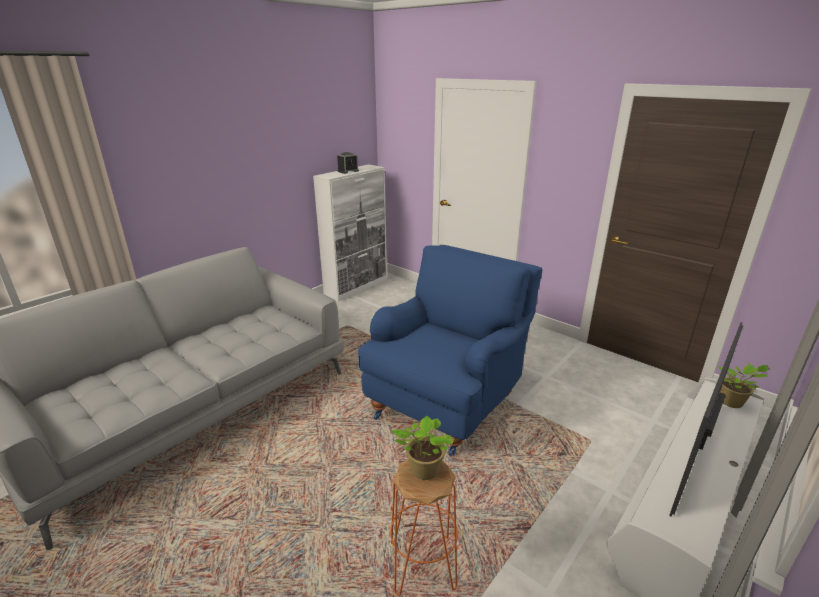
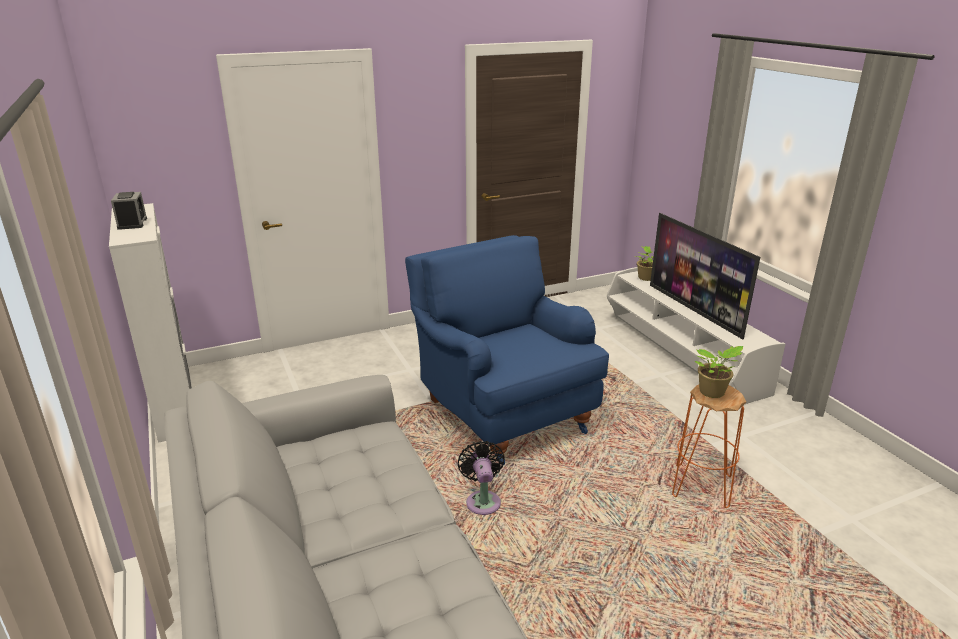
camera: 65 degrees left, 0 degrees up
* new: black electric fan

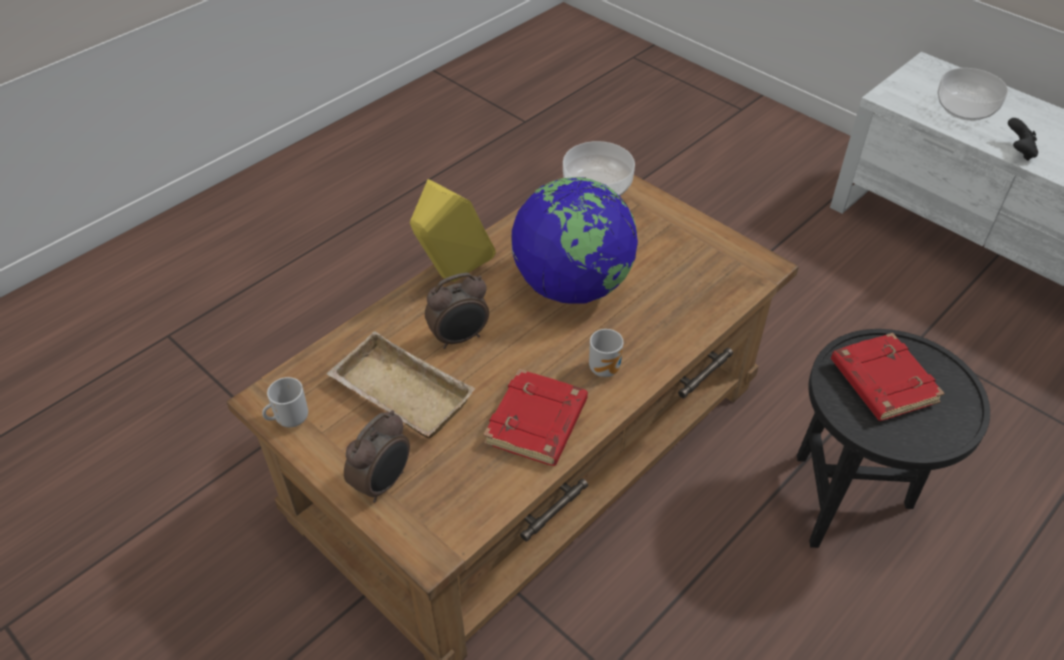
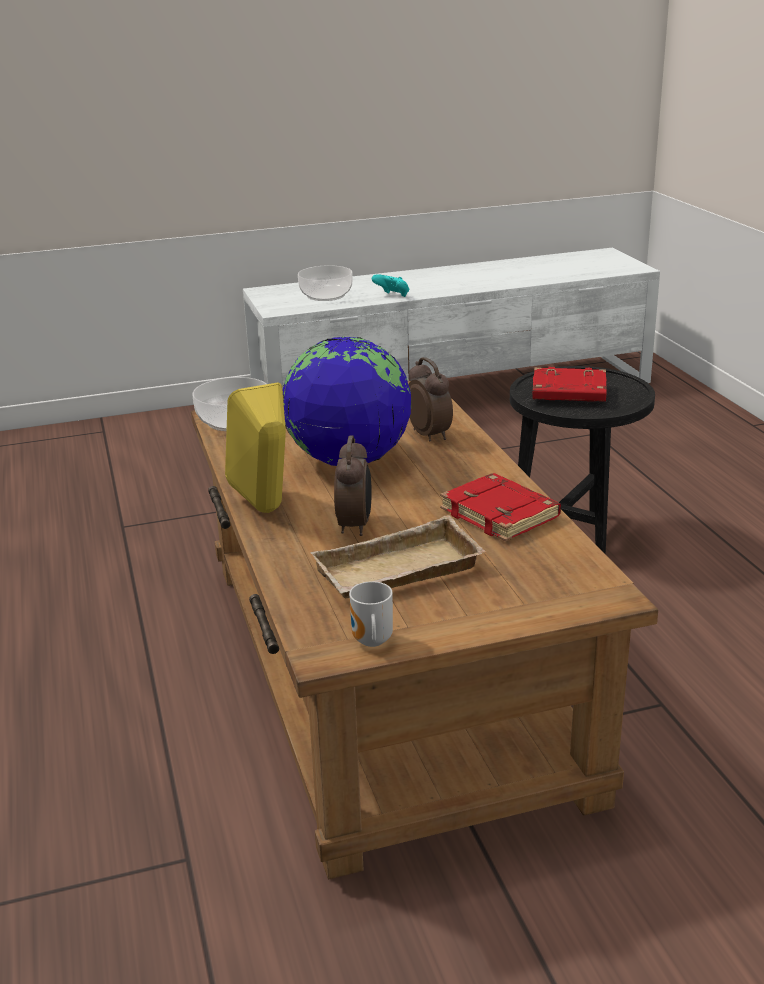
camera: 60 degrees left, 20 degrees down
* repainted: black game controller to blue-green game controller
* shifted: table clock (no. 1 from left in the first image) to table clock (no. 2 from left)
* gone: mug (no. 2 from left)

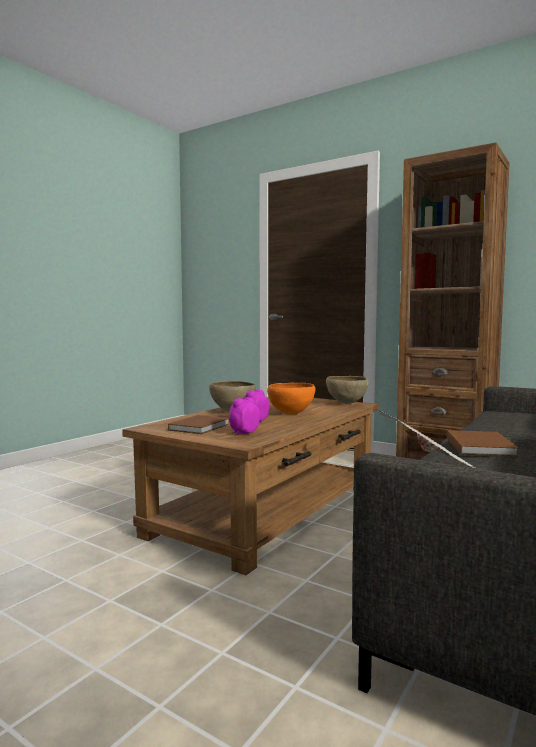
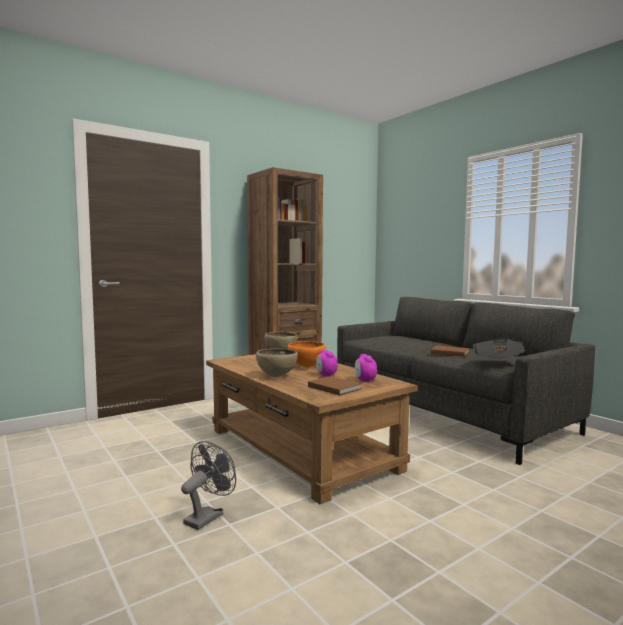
camera: 70 degrees left, 0 degrees up
* new: grey electric fan

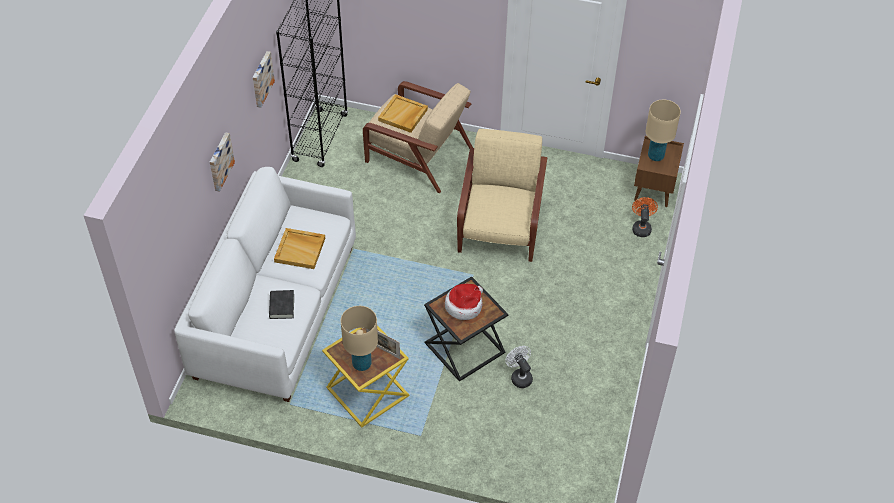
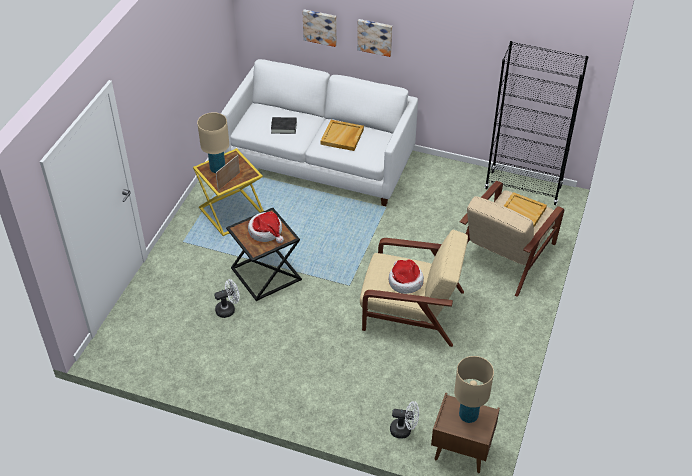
camera: 95 degrees right, 5 degrees down
* shifted: wall art (no. 2 from left in the first image) to wall art (no. 1 from left)
* new: wearable hat (no. 2 from left)
* repainted: orange-coloured electric fan to white electric fan (no. 2 from left)

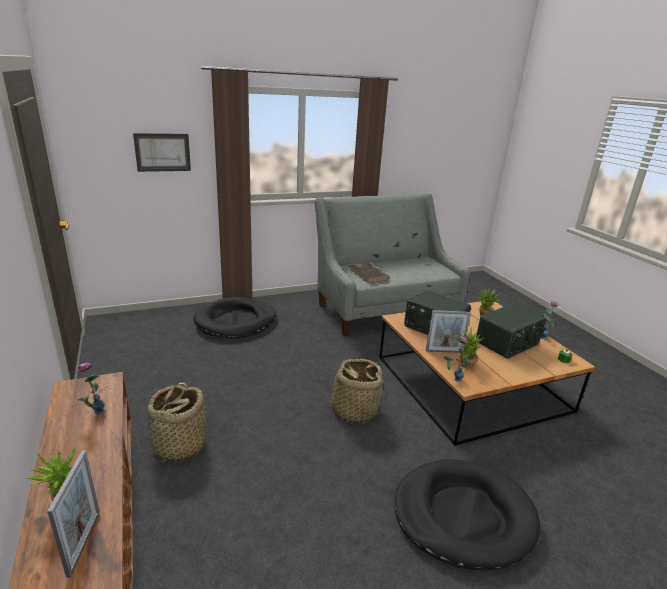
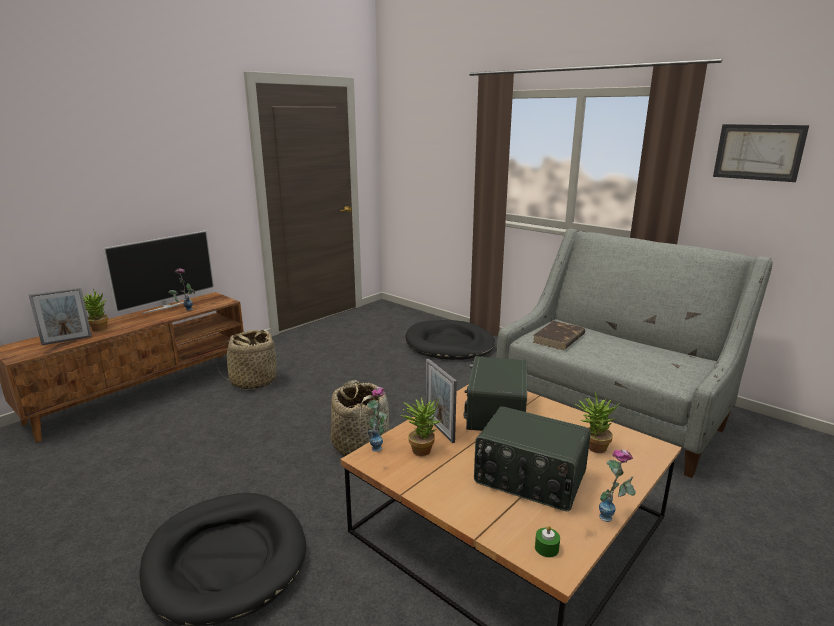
camera: 65 degrees right, 5 degrees down
* new: television
* shifted: wall art

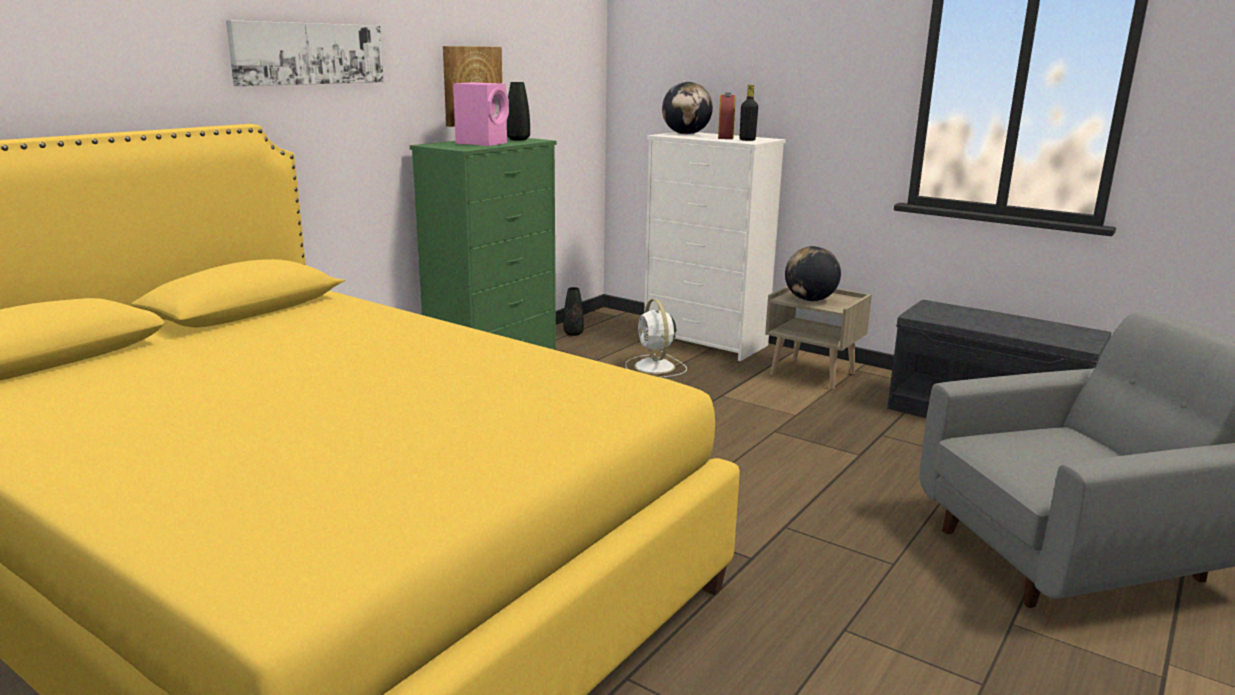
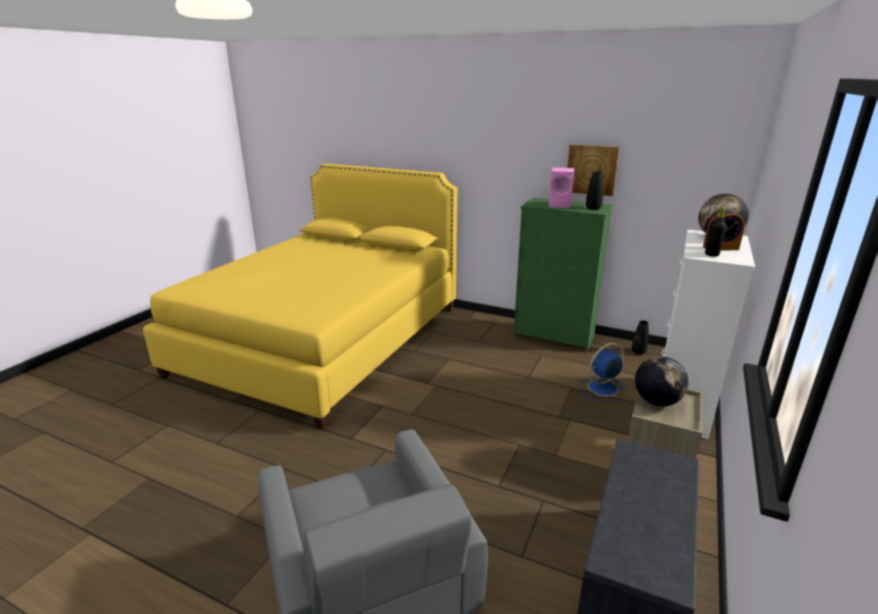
camera: 80 degrees right, 5 degrees up
* repainted: white electric fan to bluish electric fan
* gone: wall art (no. 1 from left)

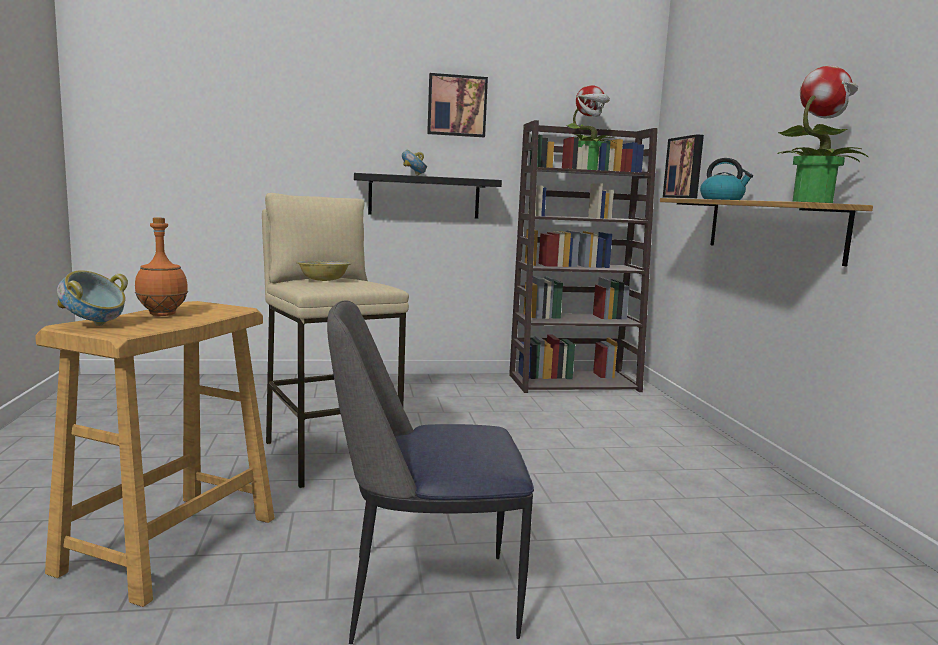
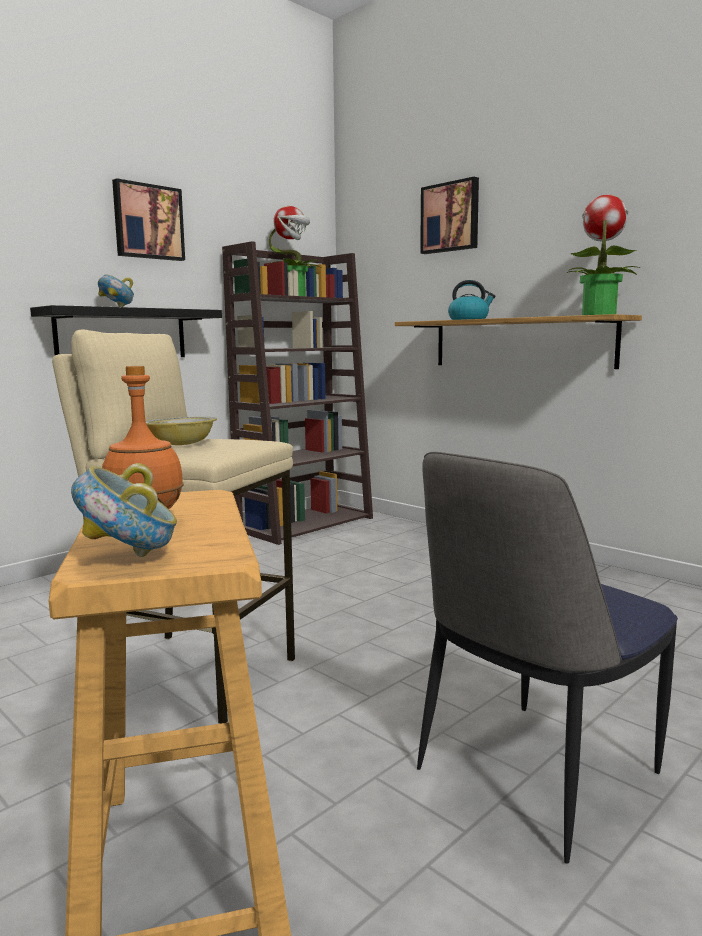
camera: 35 degrees left, 0 degrees up
* shifted: wall art (no. 2 from left)

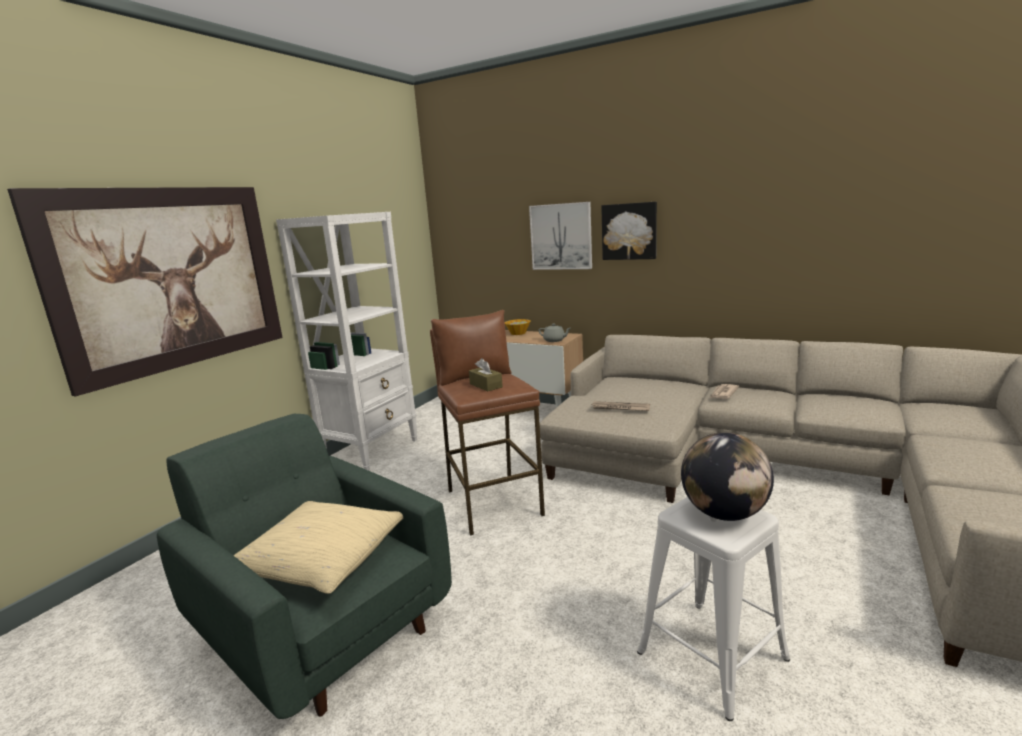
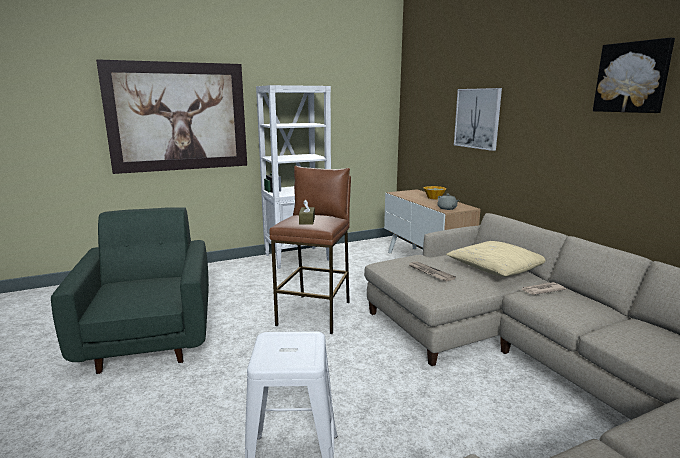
camera: 35 degrees right, 0 degrees up
* shifted: beige-coloured pillow
* shifted: wall art (no. 3 from left)
* gone: globe

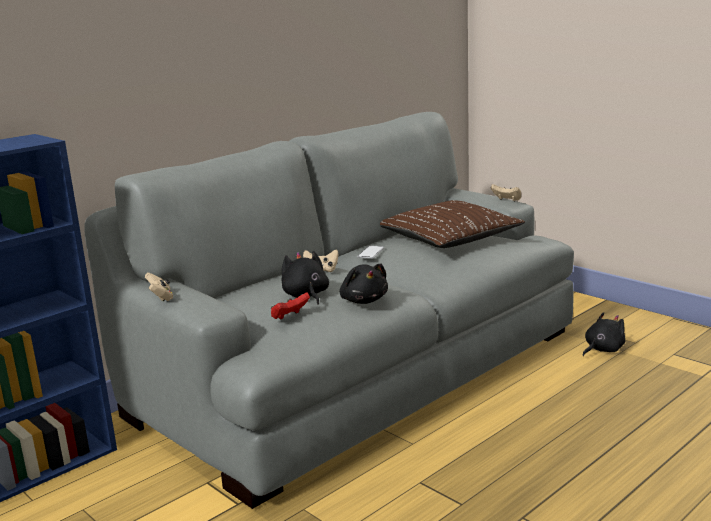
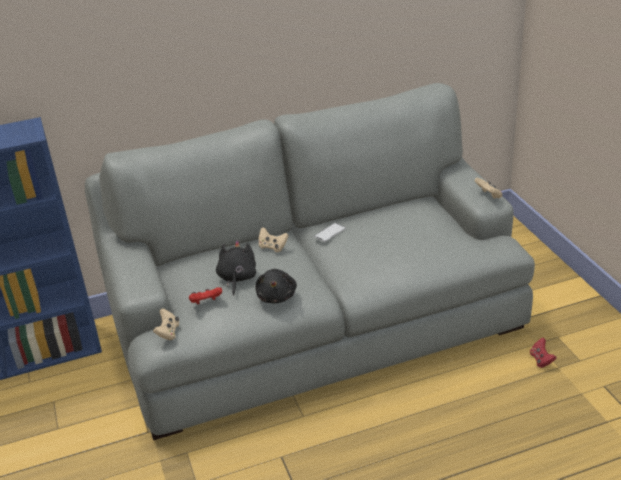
camera: 25 degrees right, 15 degrees up
* shifted: beige-coloured game controller (no. 1 from left)
* swapped: black soft toy (no. 3 from left) to reddish game controller (no. 2 from left)
* gone: brown-coloured pillow

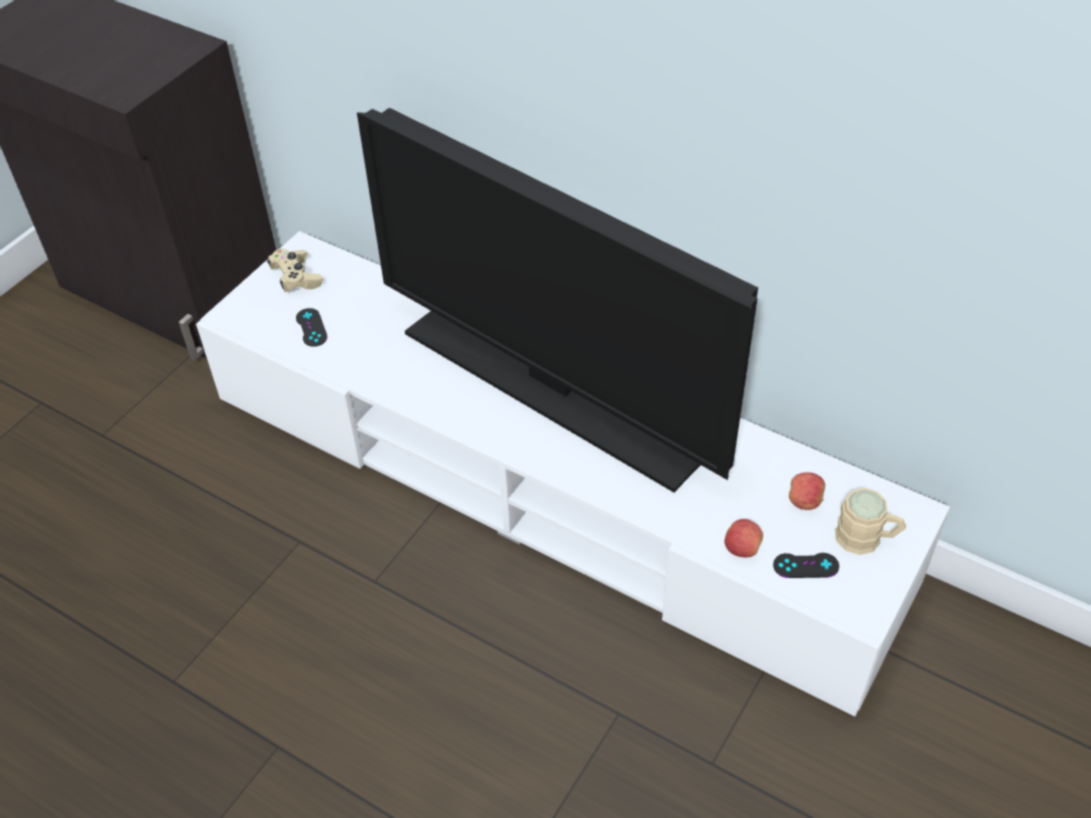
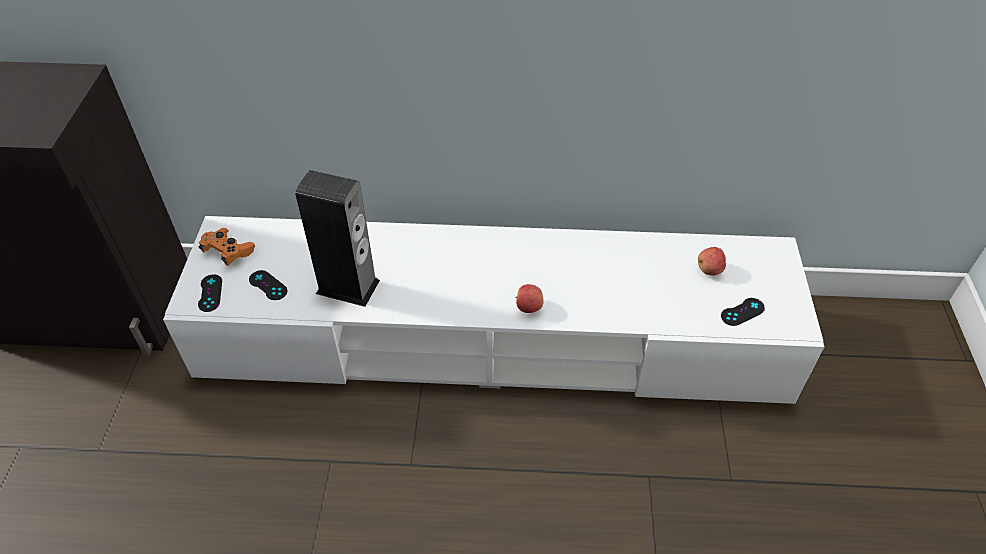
camera: 30 degrees left, 0 degrees up
* repainted: beige-coloured game controller to orange-coloured game controller
* new: black game controller (no. 1 from left)
* new: loudspeaker
* shifted: apple fruit (no. 1 from left)
* gone: television
* gone: beige-coloured mug

